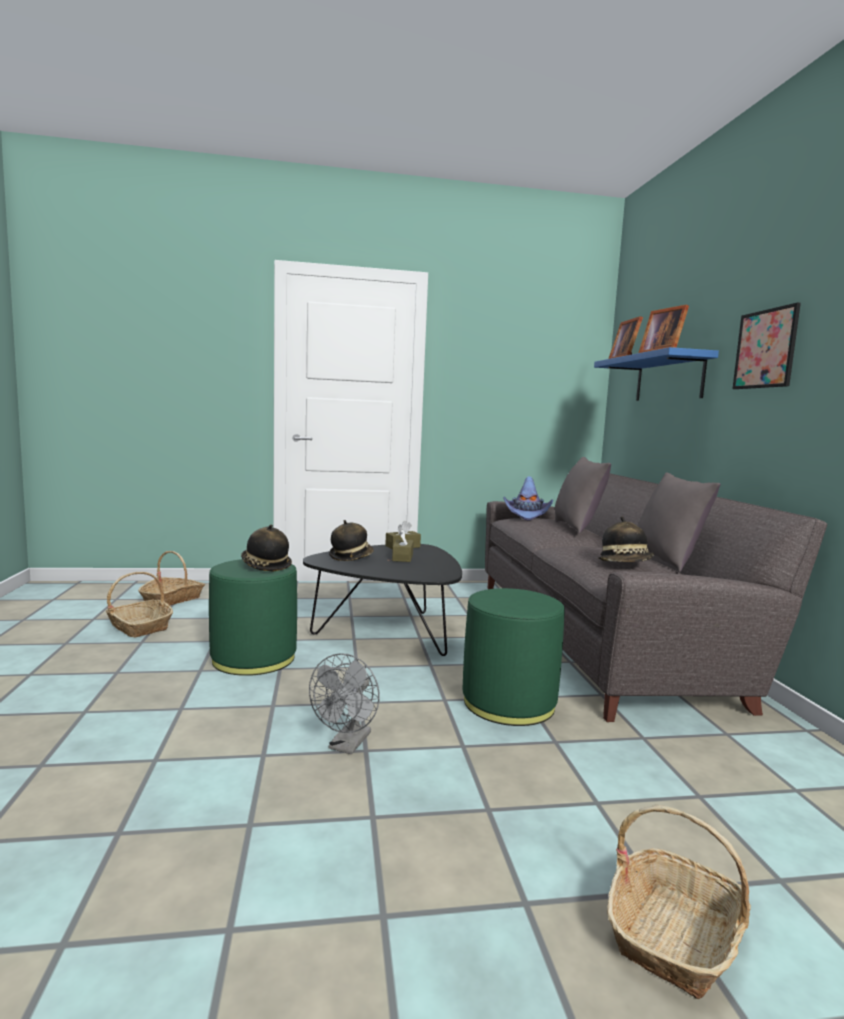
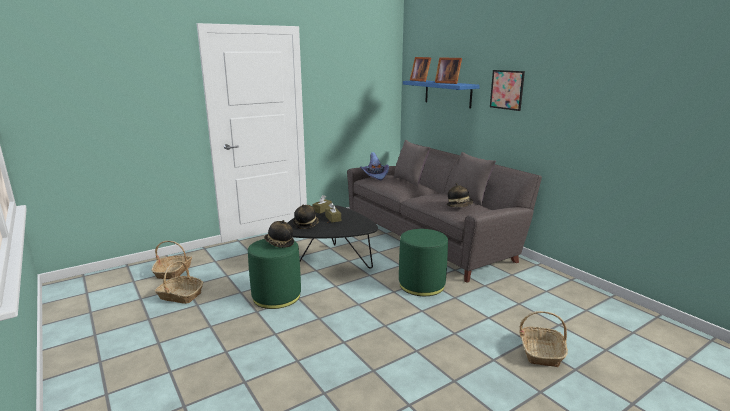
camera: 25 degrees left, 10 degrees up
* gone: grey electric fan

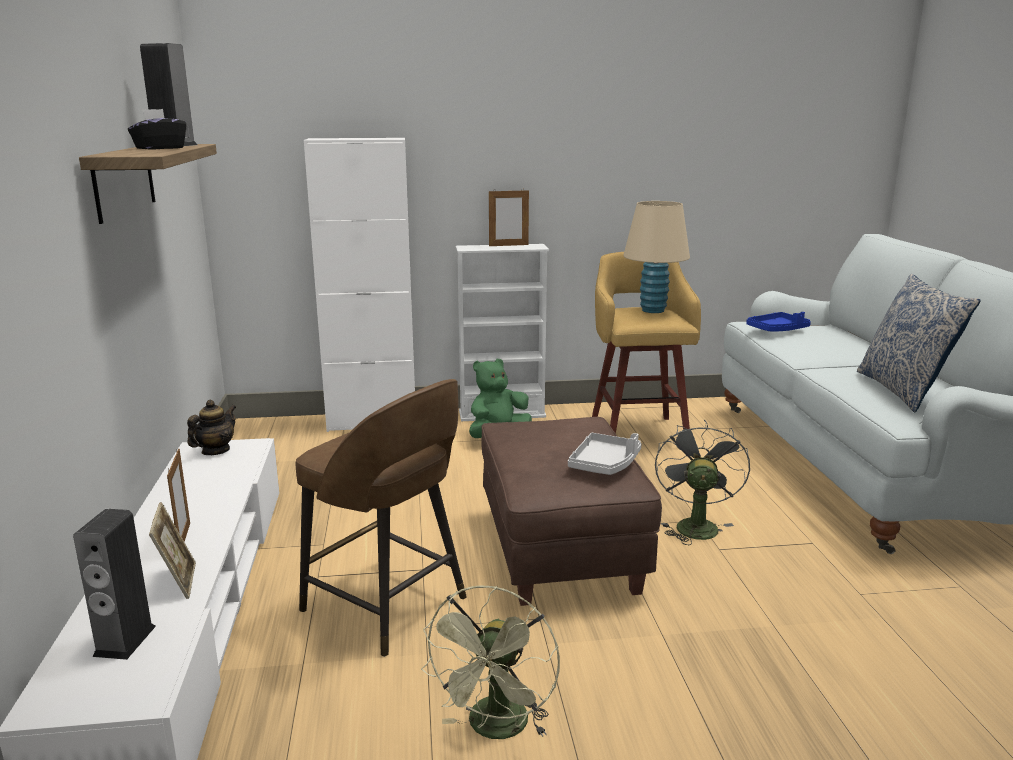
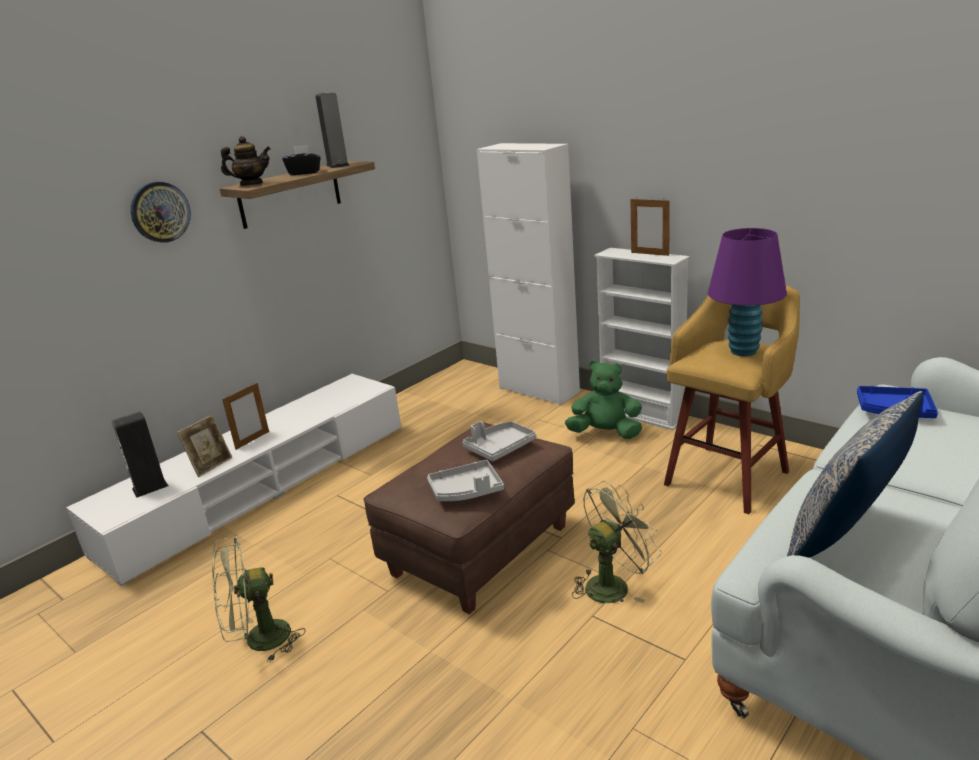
camera: 50 degrees right, 5 degrees up
* new: clock on the wall
* shifted: teapot
* new: grey serving tray (no. 2 from left)
* repainted: grey electric fan to green electric fan (no. 2 from left)
* repainted: beige-coloured tabletop lamp to purple-coloured tabletop lamp
* gone: brown-coloured stool

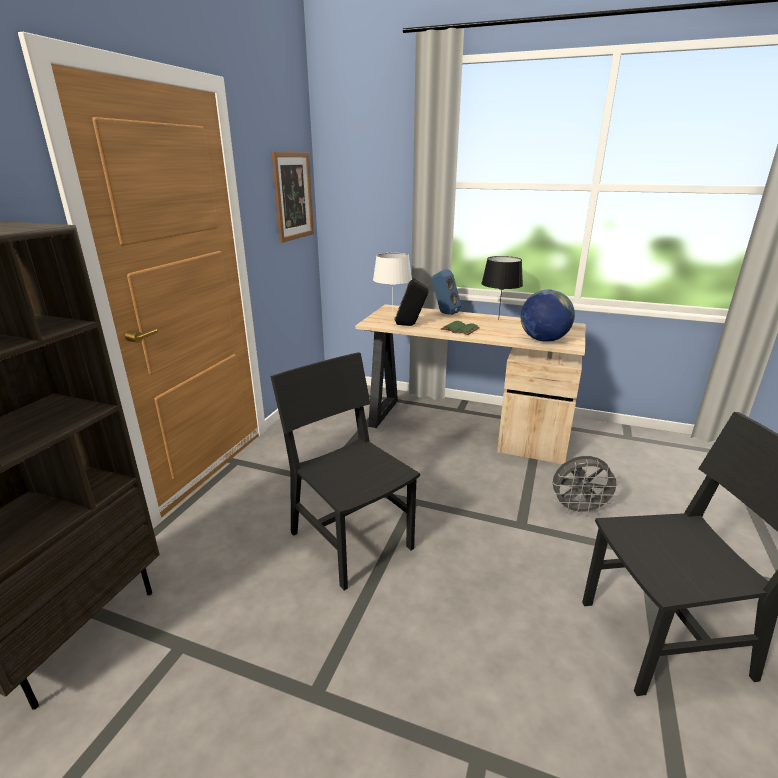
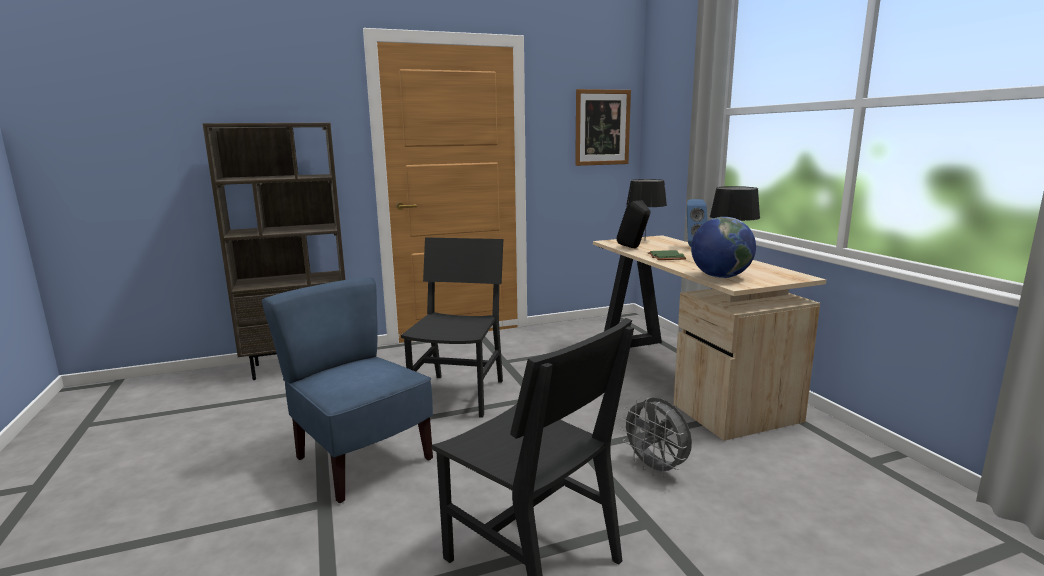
camera: 50 degrees right, 10 degrees down
* new: bluish upright chair
* repainted: white tabletop lamp to black tabletop lamp (no. 1 from left)

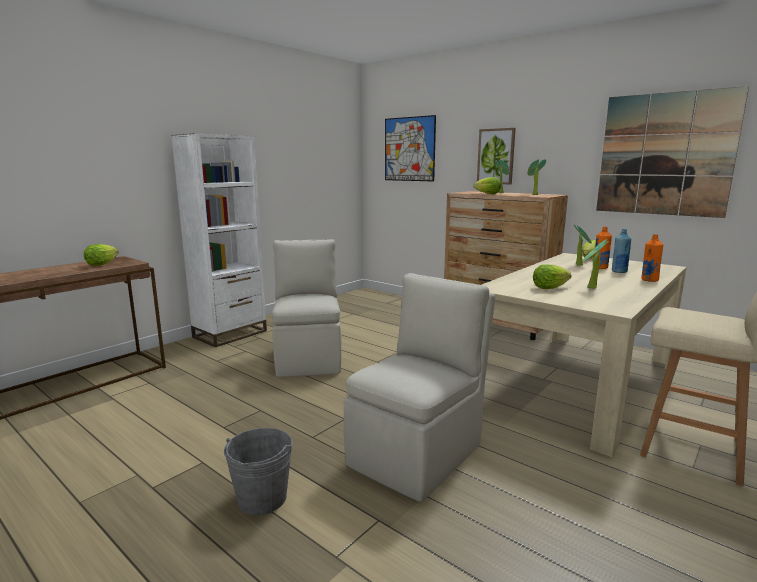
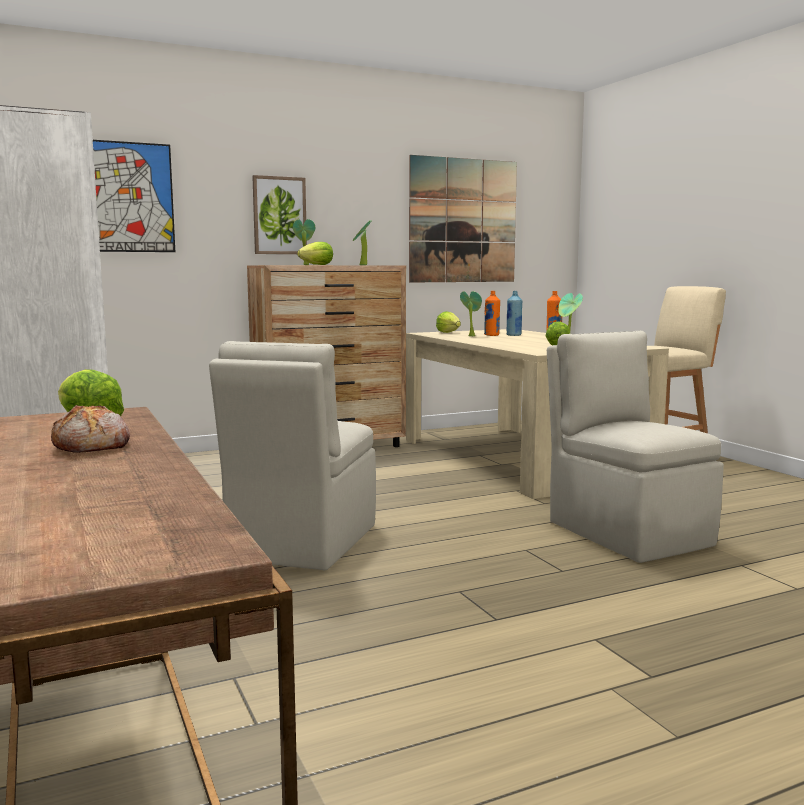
camera: 65 degrees left, 5 degrees down
* new: bread
* rotated: beige-coloured upright chair (no. 1 from left) 90 degrees counterclockwise
* gone: grey water bucket

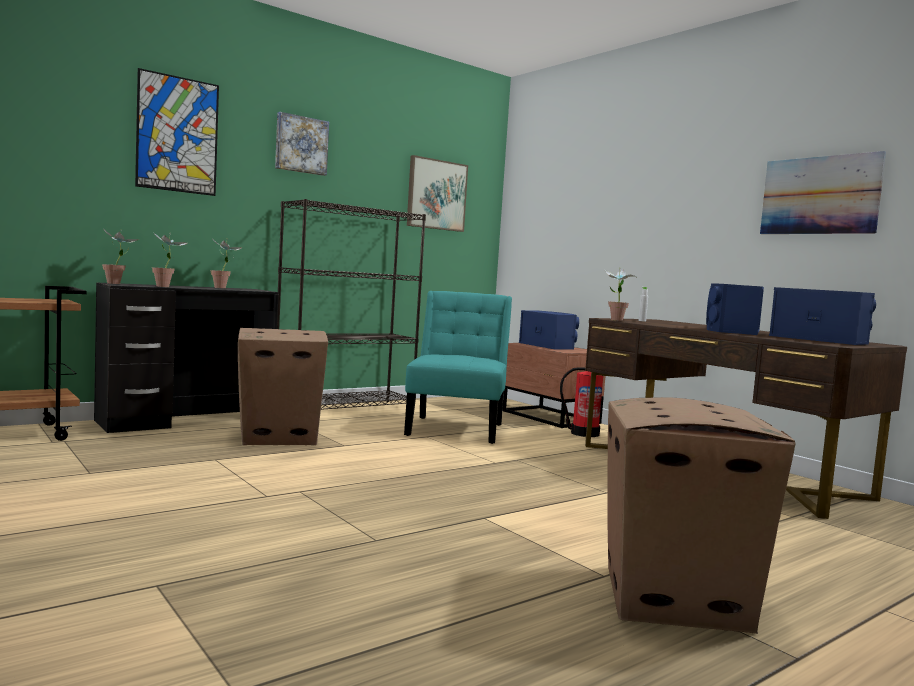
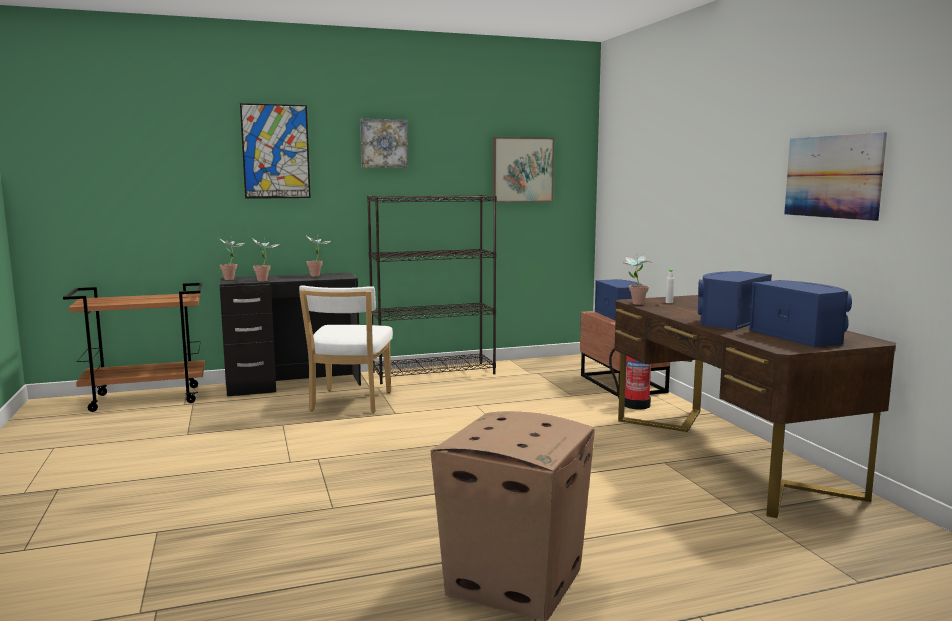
camera: 20 degrees right, 5 degrees up
* swapped: packing box (no. 1 from left) to white upright chair
* gone: blue-green upright chair

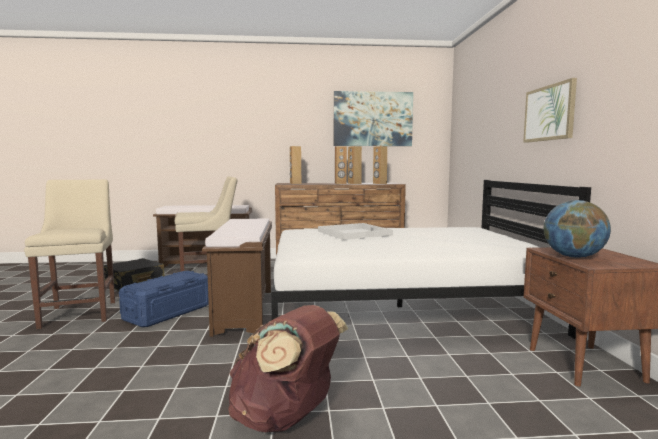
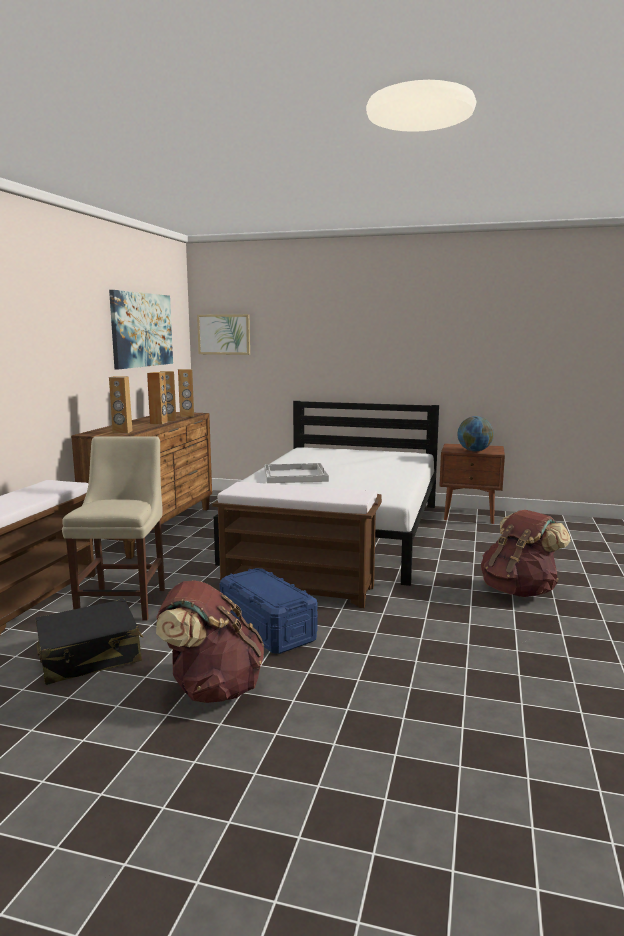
camera: 70 degrees left, 5 degrees up
* swapped: beige-coloured upright chair (no. 1 from left) to brown-coloured knapsack (no. 1 from left)
* shifted: wall art (no. 2 from left)

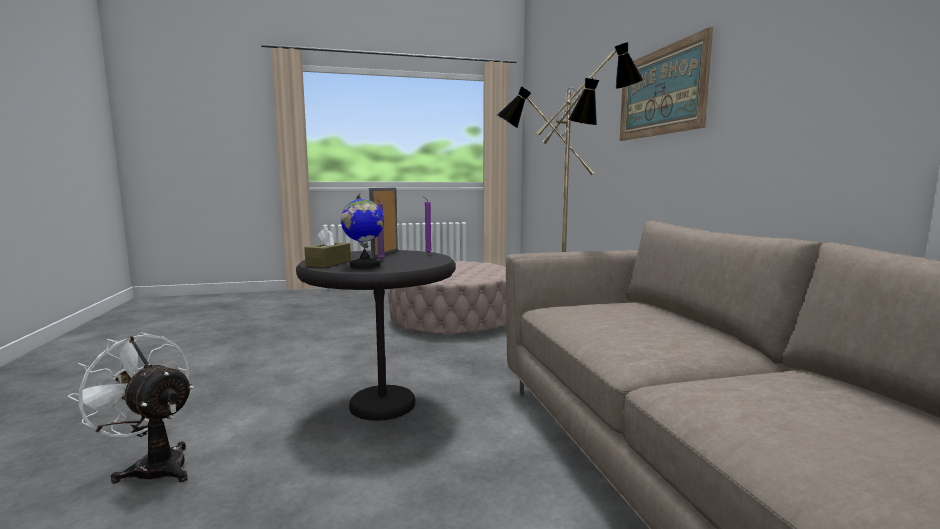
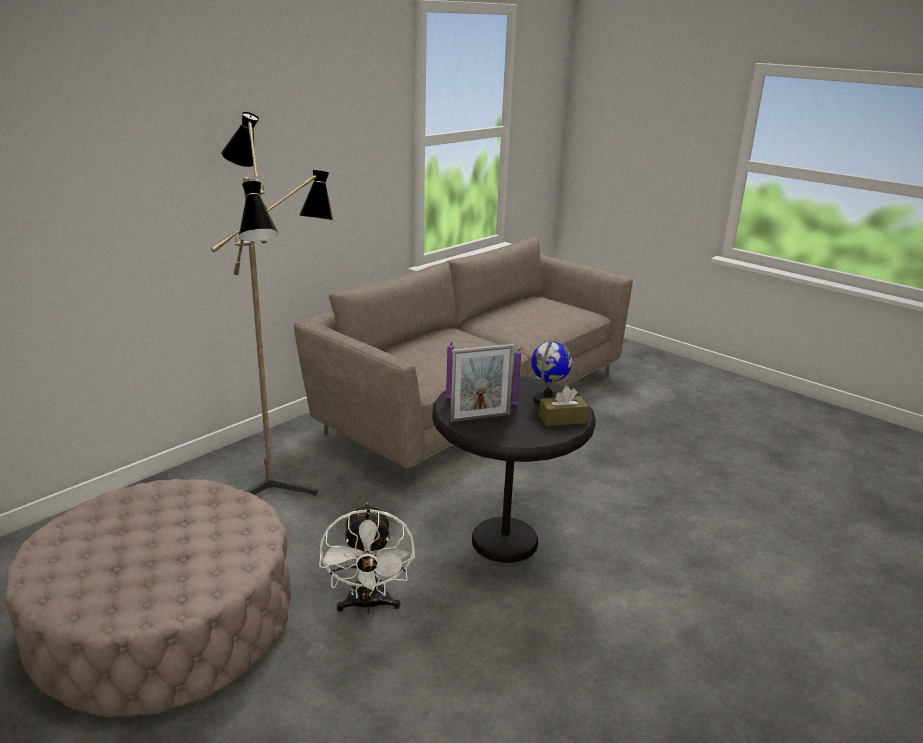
camera: 125 degrees left, 15 degrees up
* shifted: white electric fan
* gone: wall art

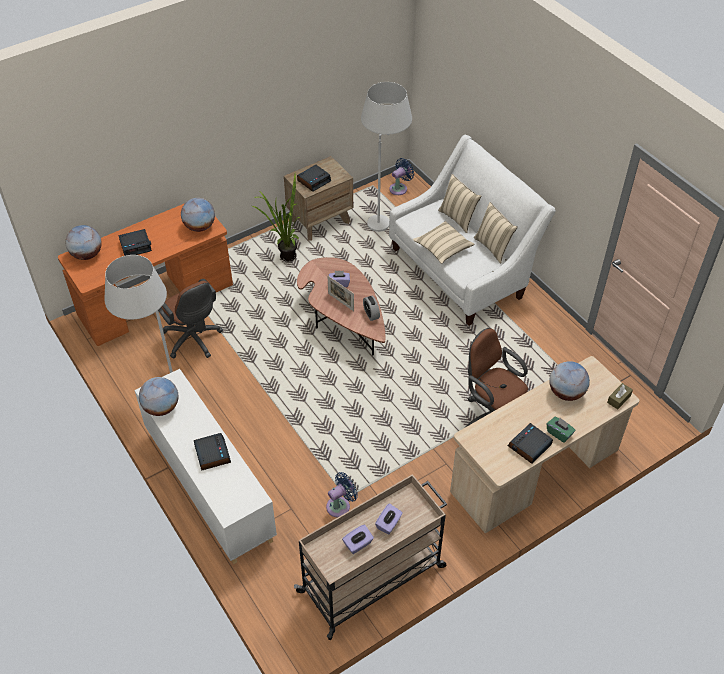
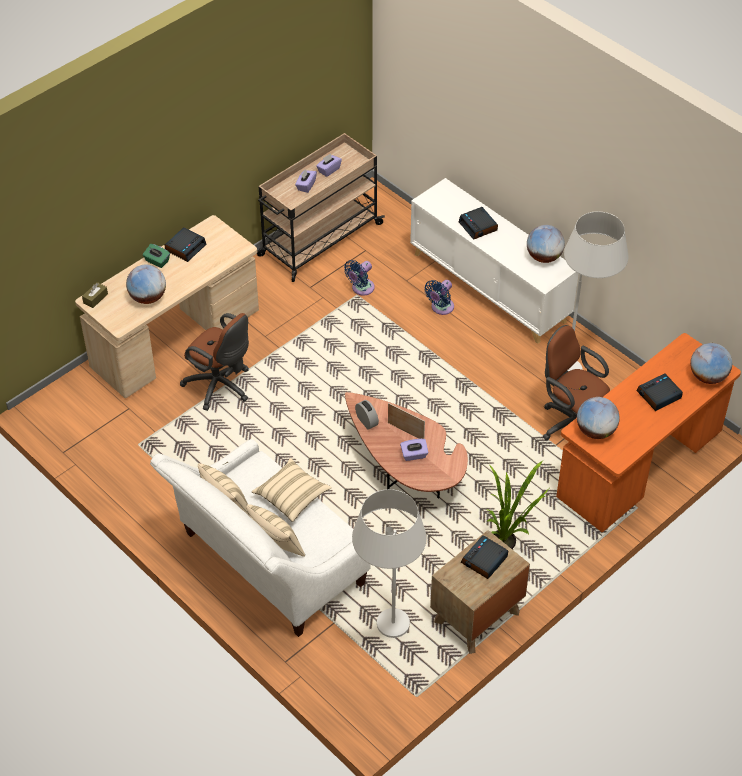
camera: 170 degrees right, 0 degrees up
* shifted: bluish electric fan (no. 2 from left)

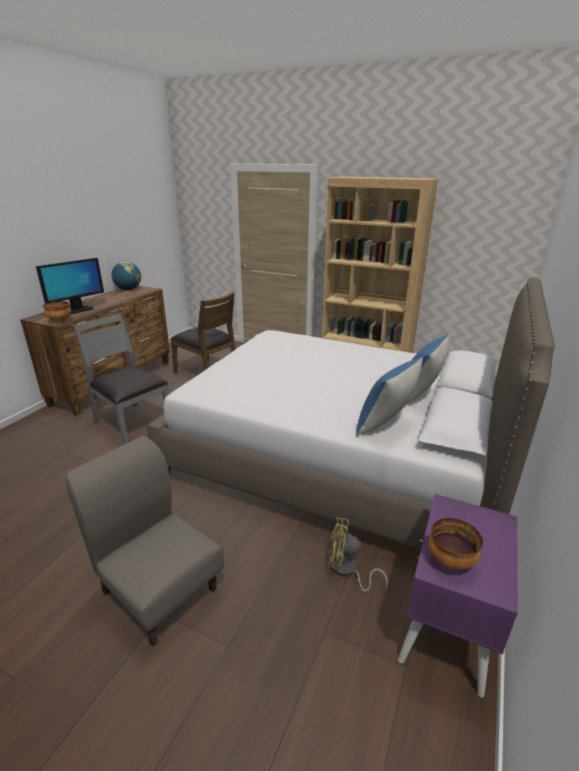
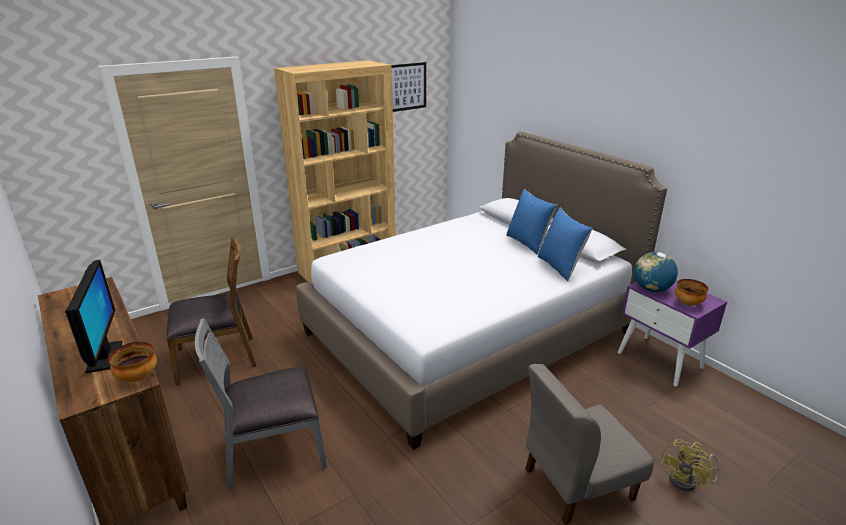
camera: 60 degrees left, 0 degrees up
* new: wall art
* shifted: globe
* shifted: yellow-coloured electric fan

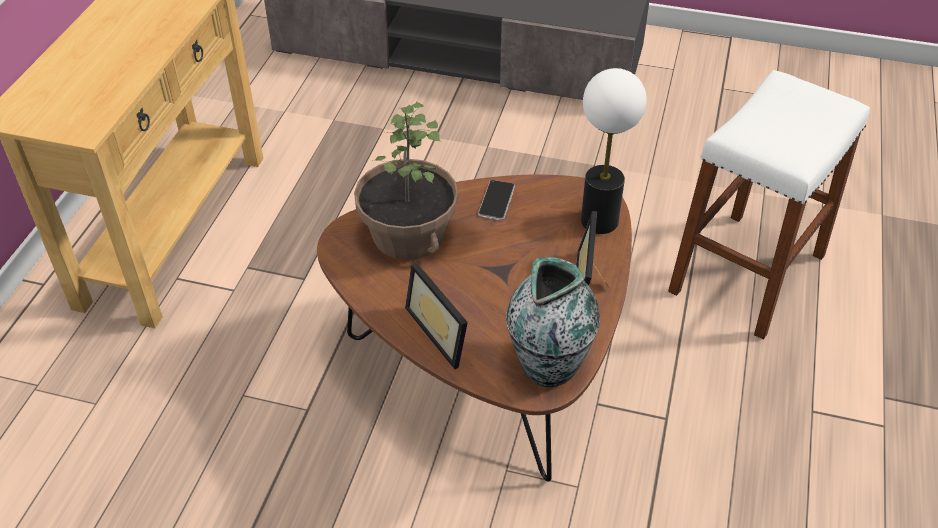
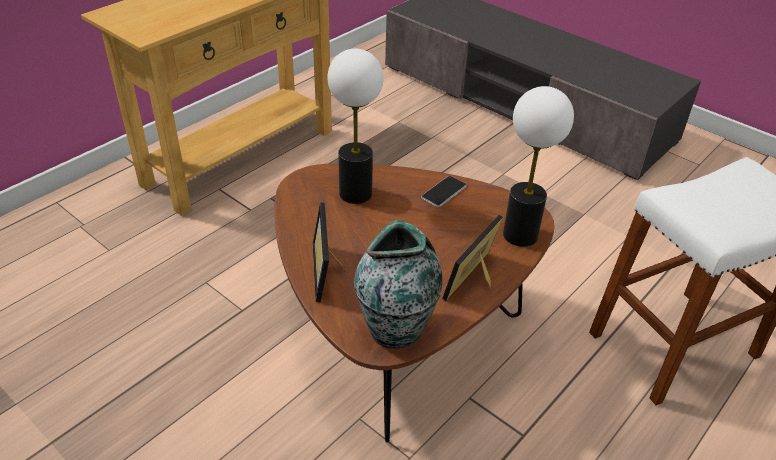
camera: 25 degrees right, 5 degrees down
* swapped: plant in a pot to tabletop lamp (no. 1 from left)

